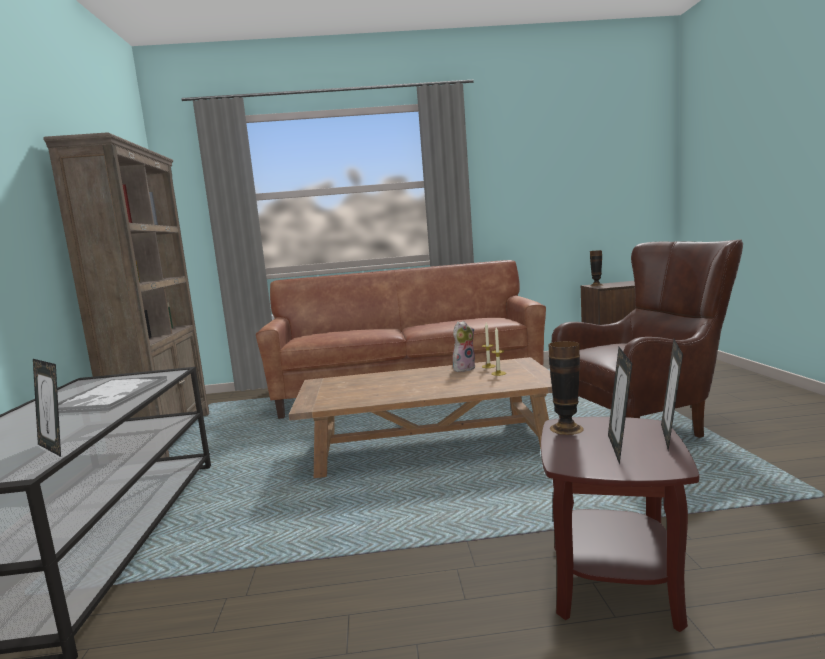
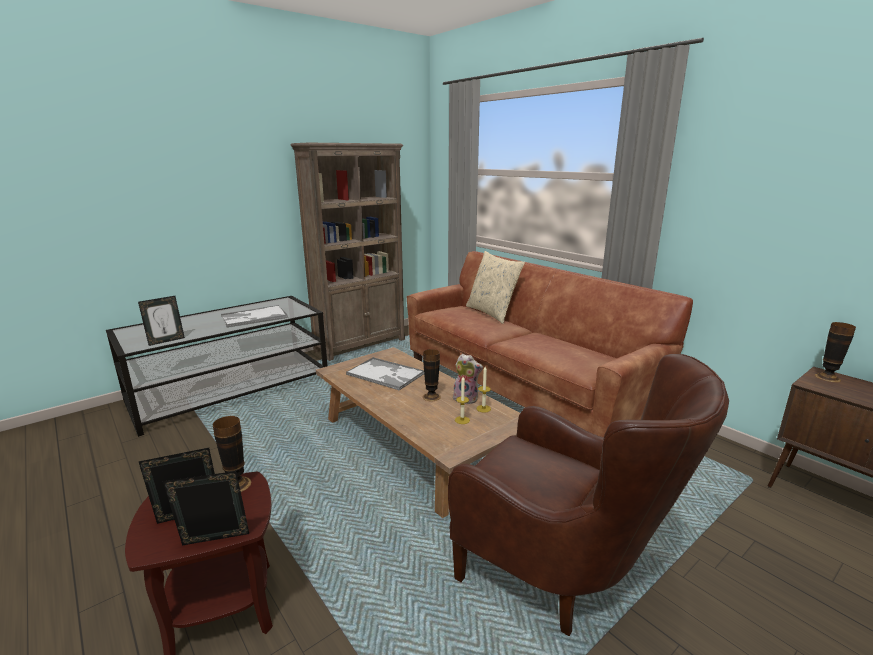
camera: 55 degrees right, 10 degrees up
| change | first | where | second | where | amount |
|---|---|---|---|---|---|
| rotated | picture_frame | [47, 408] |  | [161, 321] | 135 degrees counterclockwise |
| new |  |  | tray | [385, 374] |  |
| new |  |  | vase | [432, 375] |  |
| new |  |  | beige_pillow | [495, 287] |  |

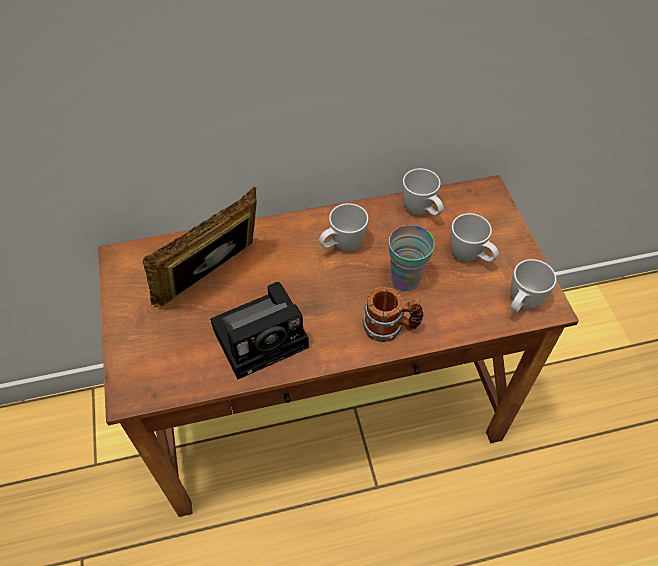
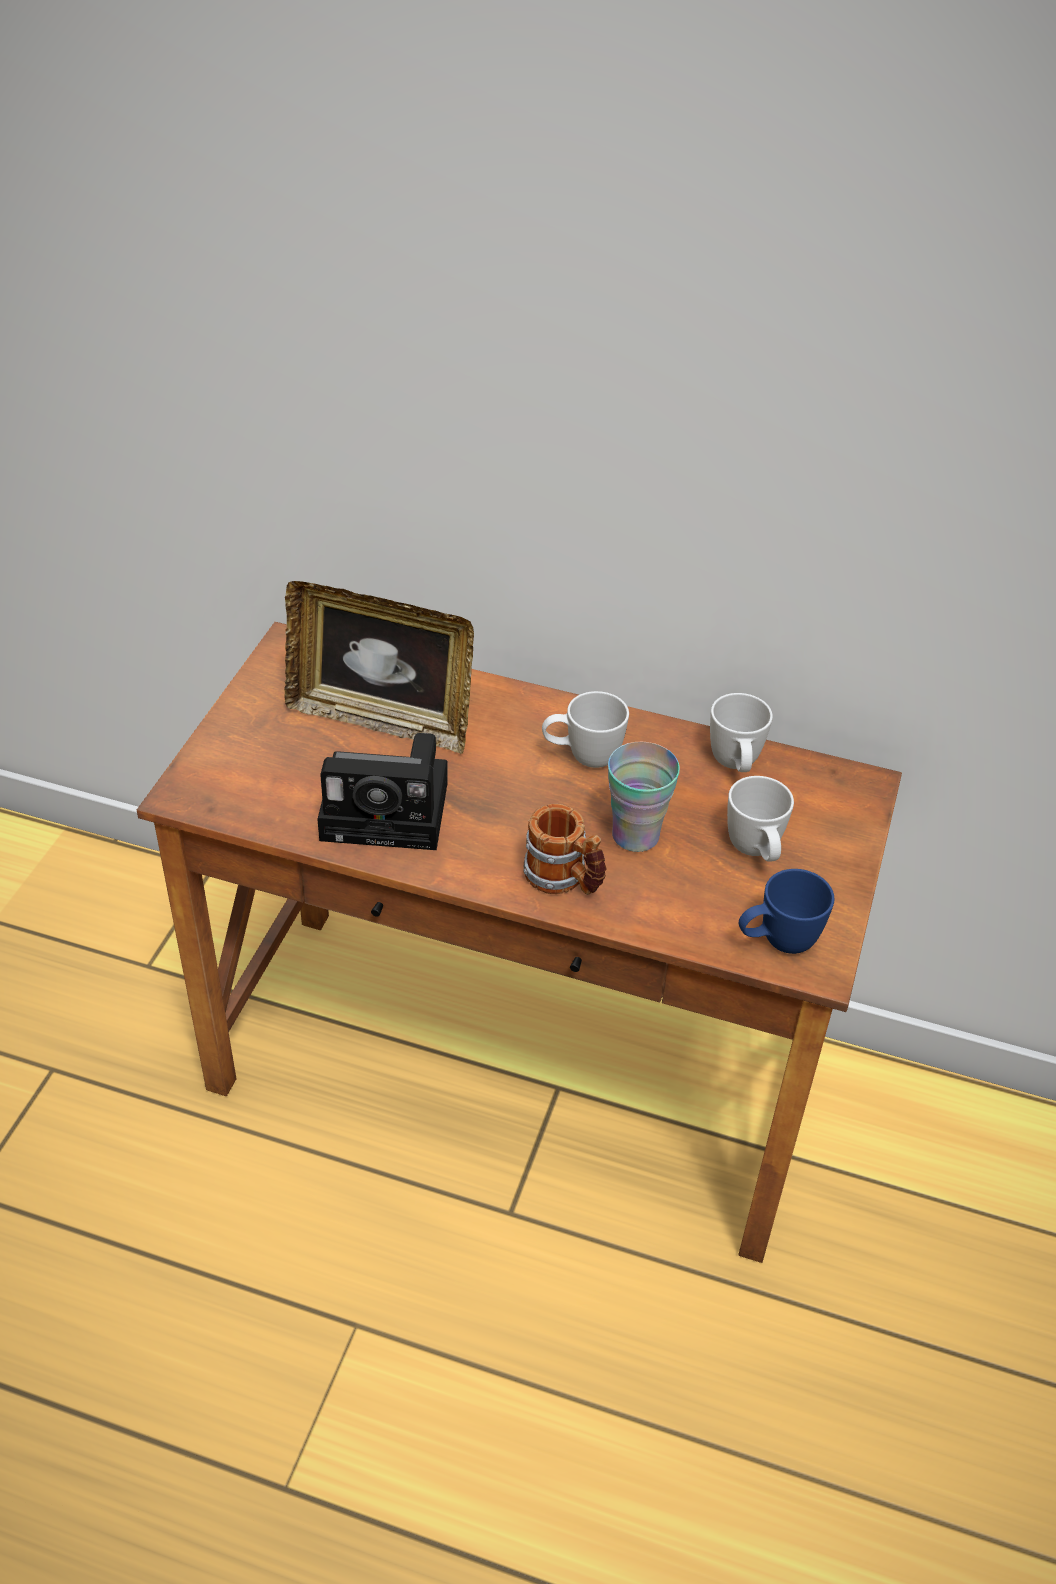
camera: 30 degrees right, 10 degrees down
| change | first | where | second | where | amount |
|---|---|---|---|---|---|
| rotated | picture_frame | [200, 247] |  | [379, 667] | 150 degrees counterclockwise |
| repainted | white_mug | [533, 285] | blue_mug | [786, 911] |  |

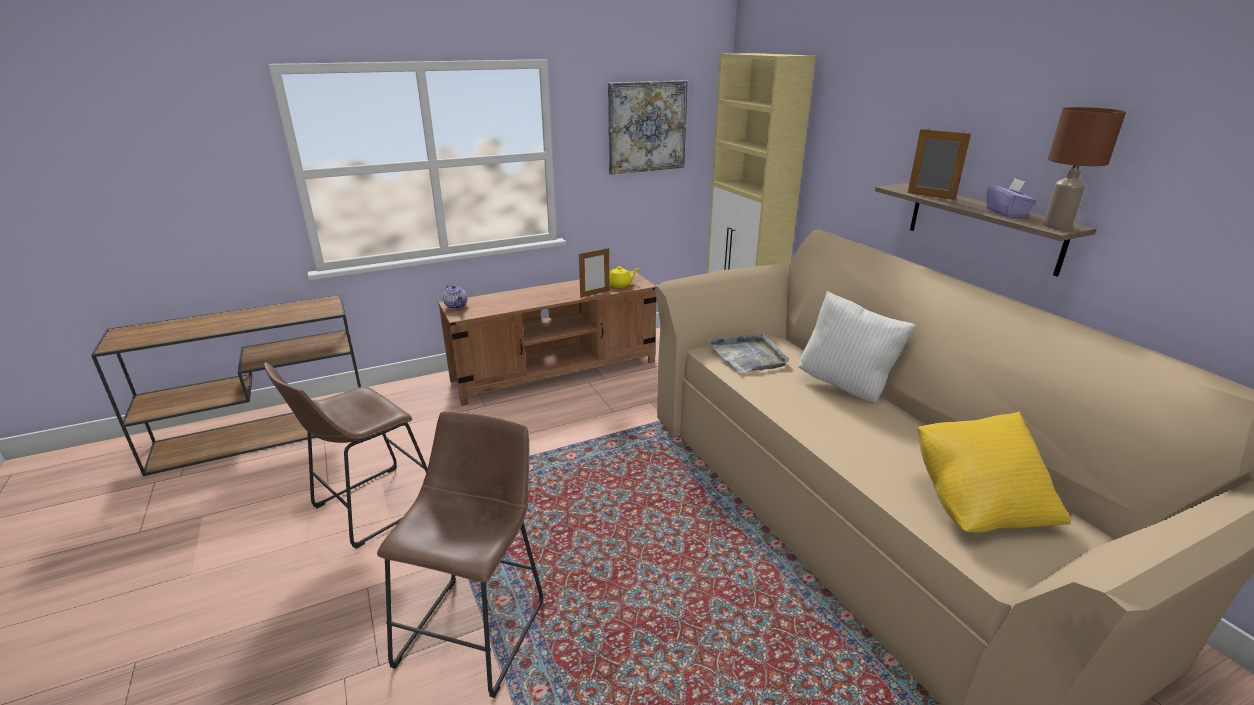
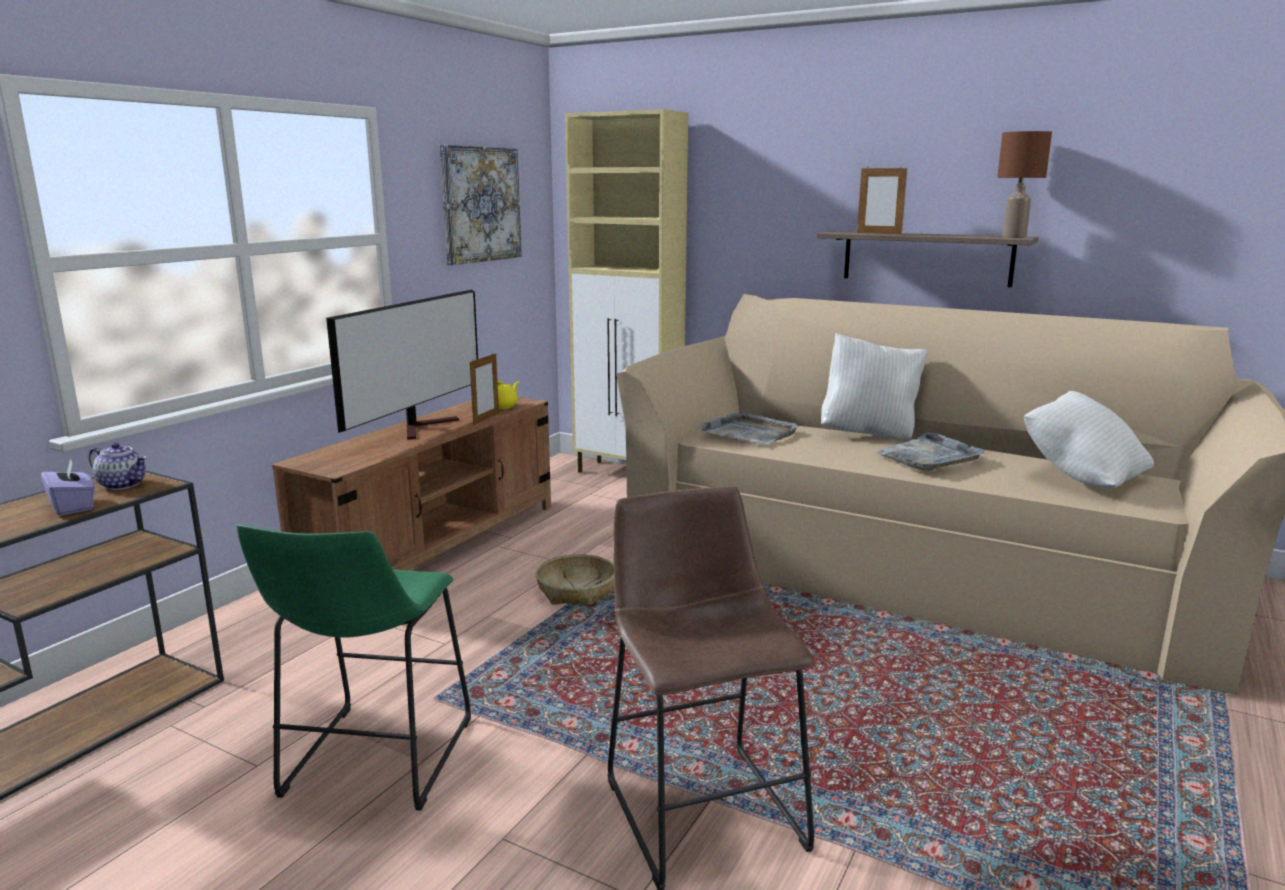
camera: 35 degrees left, 10 degrees down
| change | first | where | second | where | amount |
|---|---|---|---|---|---|
| repainted | brown_stool | [346, 455] | green_stool | [354, 668] |  |
| shifted | teapot | [455, 297] |  | [118, 466] |  |
| rotated | picture_frame | [939, 164] |  | [882, 200] | 150 degrees counterclockwise |
| repainted | yellow_pillow | [994, 472] | white_pillow | [1089, 440] |  |
| shifted | purple_tissue_box | [1011, 197] |  | [68, 487] |  |
| new |  |  | television | [402, 365] |  |
| new |  |  | basket | [574, 579] |  |
| new |  |  | grey_tray | [929, 451] |  |

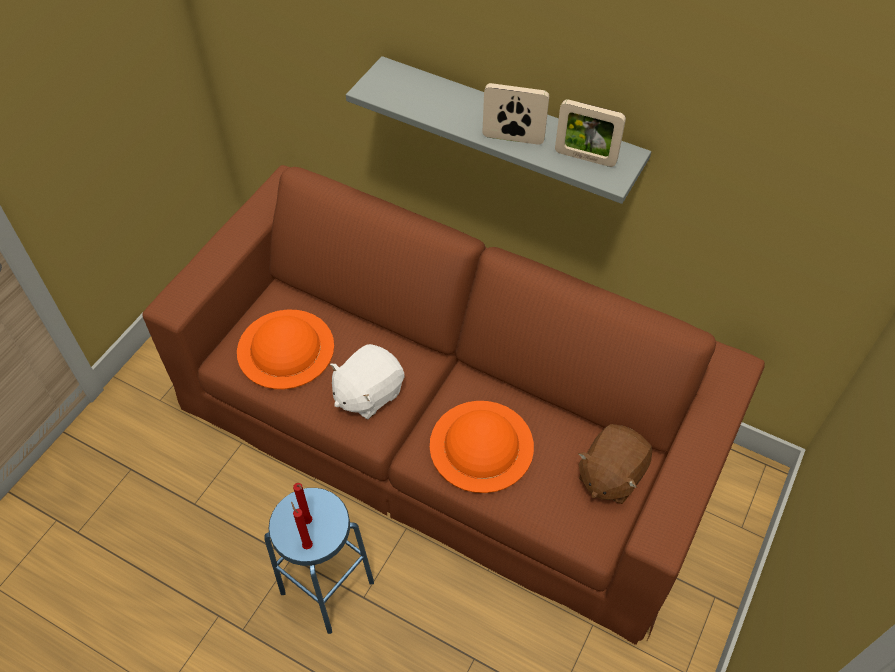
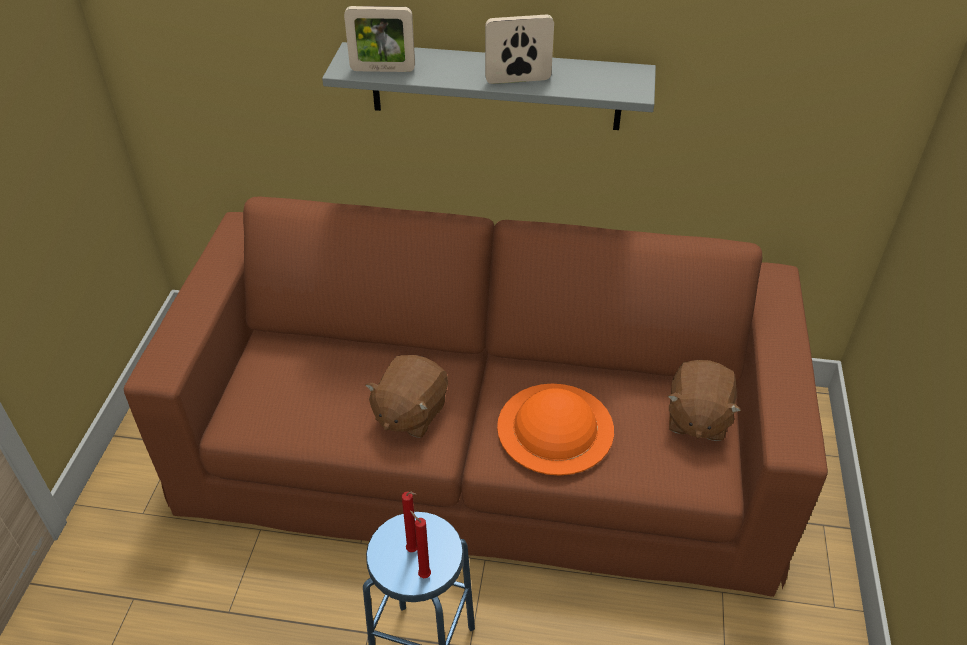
camera: 20 degrees left, 10 degrees down
| change | first | where | second | where | amount |
|---|---|---|---|---|---|
| gone | orange_hat | [285, 349] |  |  |  |
| repainted | white_plush_toy | [367, 381] | brown_plush_toy | [406, 396] |  |
| shifted | picture_frame | [590, 133] |  | [379, 39] |  |

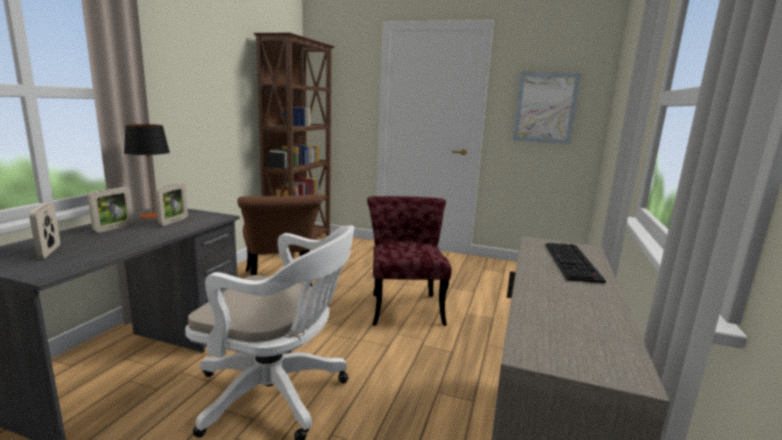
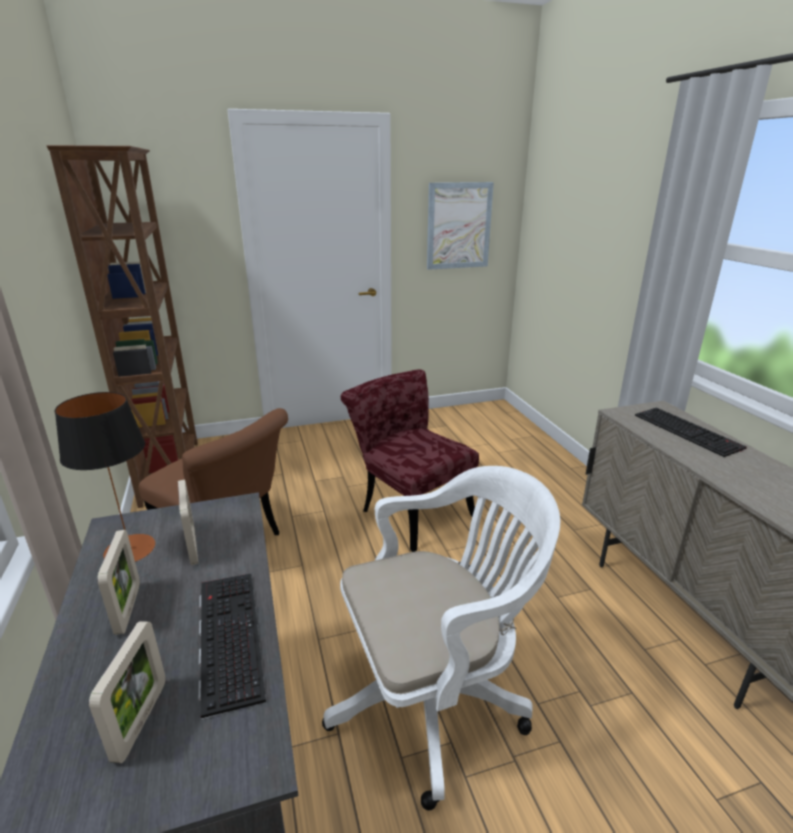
camera: 35 degrees left, 10 degrees up
| change | first | where | second | where | amount |
|---|---|---|---|---|---|
| rotated | picture_frame | [44, 230] |  | [127, 692] | 120 degrees counterclockwise |
| new |  |  | keyboard | [232, 647] |  |

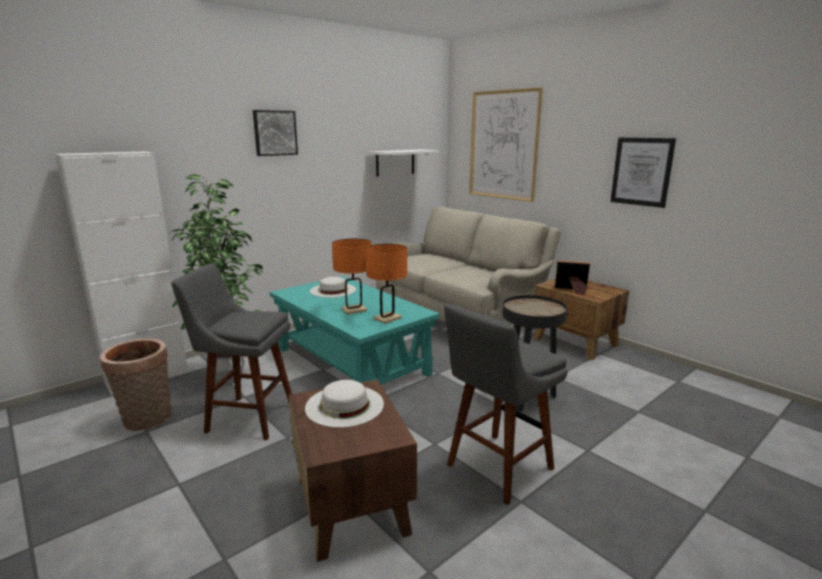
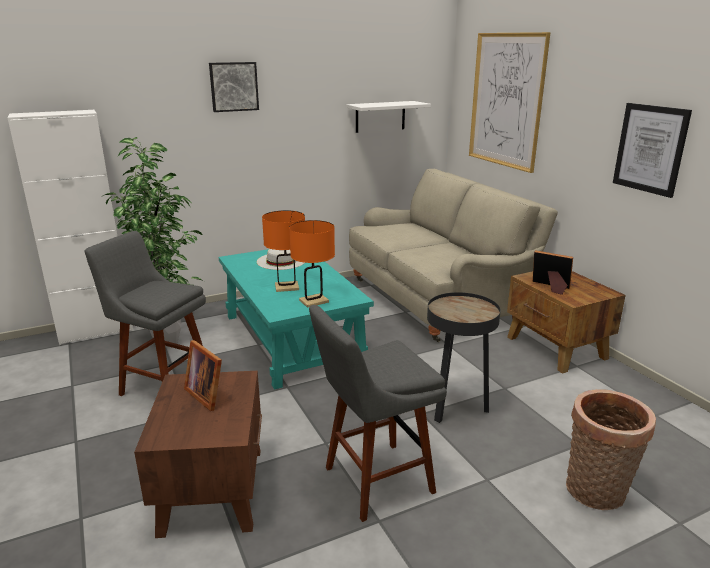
camera: 15 degrees right, 5 degrees up
| change | first | where | second | where | amount |
|---|---|---|---|---|---|
| shifted | basket | [136, 385] |  | [611, 449] |  |
| swapped | white_hat | [344, 404] | picture_frame | [203, 375] |  |

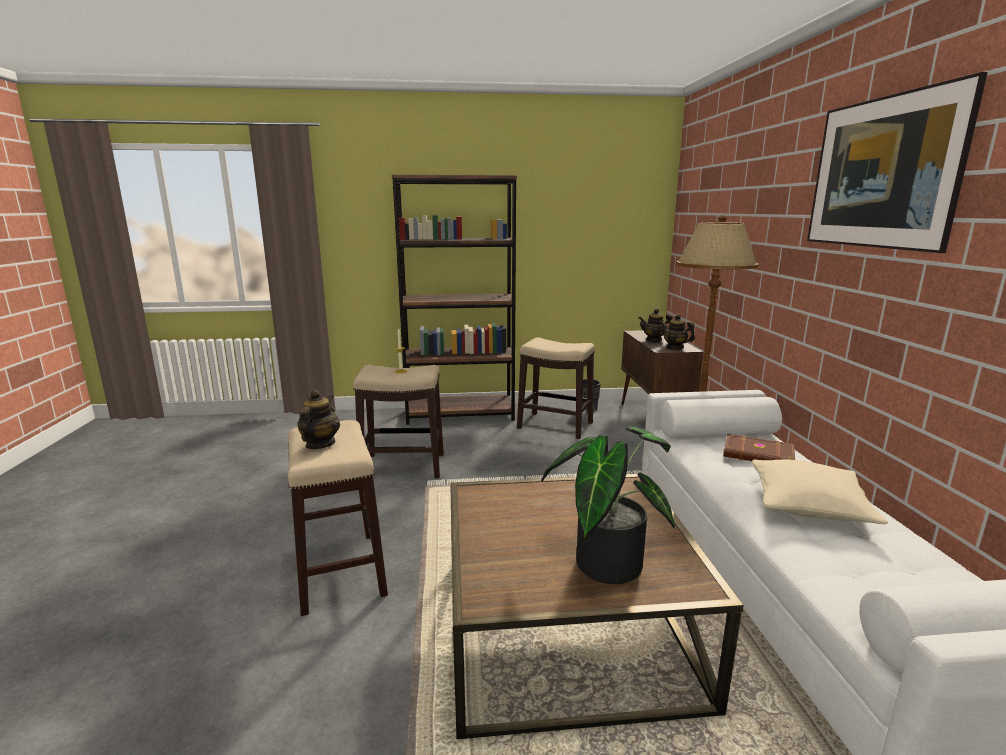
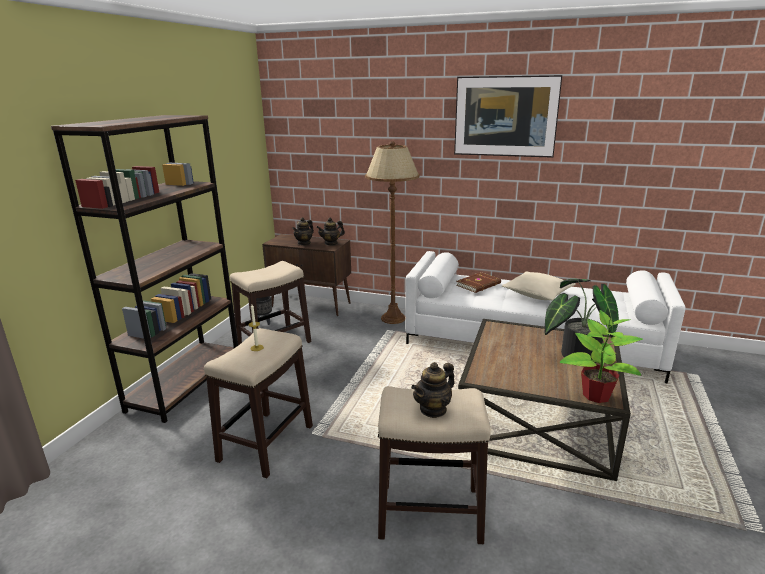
camera: 65 degrees left, 5 degrees up
| change | first | where | second | where | amount |
|---|---|---|---|---|---|
| rotated | teapot | [318, 419] |  | [433, 390] | 75 degrees counterclockwise |
| new |  |  | potted_plant | [601, 356] |  |

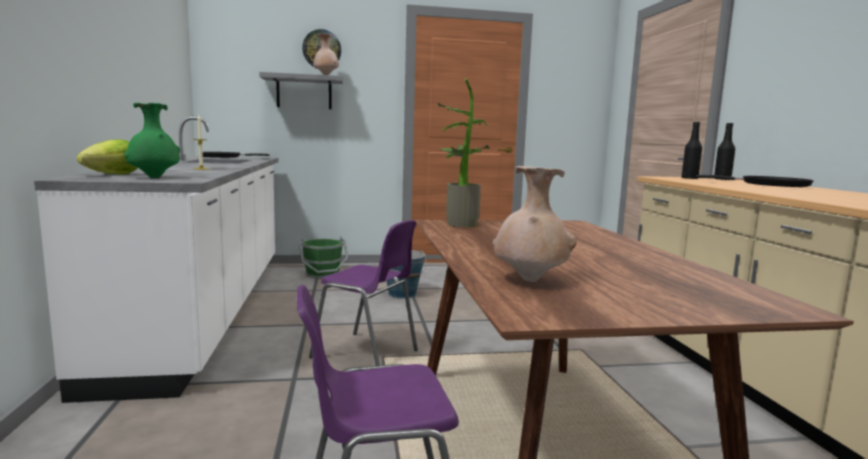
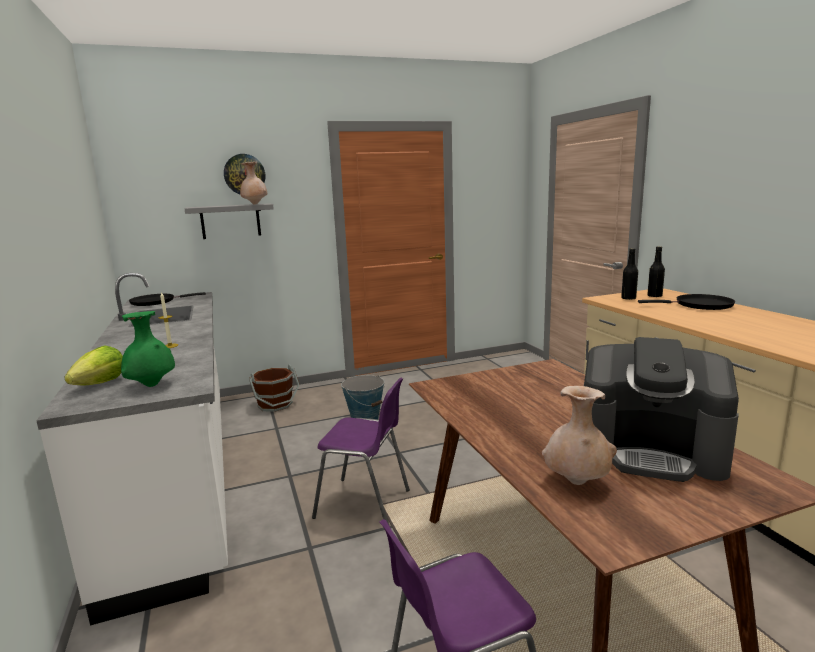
camera: 10 degrees left, 5 degrees up
| change | first | where | second | where | amount |
|---|---|---|---|---|---|
| repainted | green_bucket | [323, 257] | brown_bucket | [274, 388] |  |
| gone | potted_plant | [464, 152] |  |  |  |
| new |  |  | coffee_machine | [661, 409] |  |

